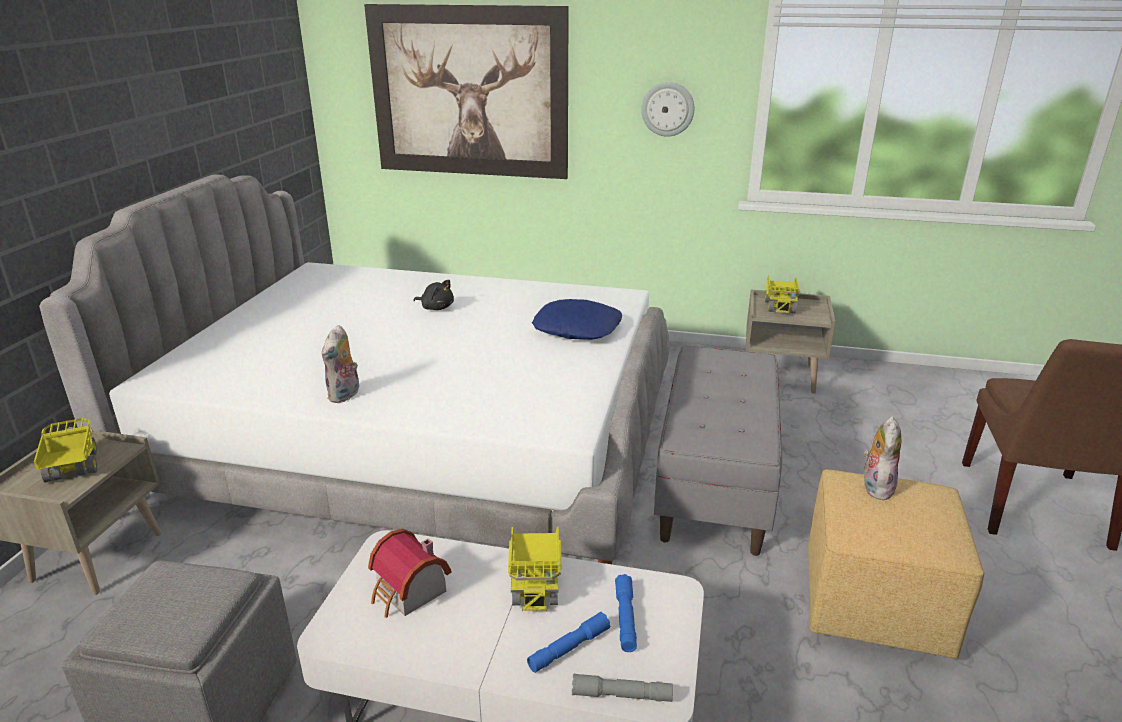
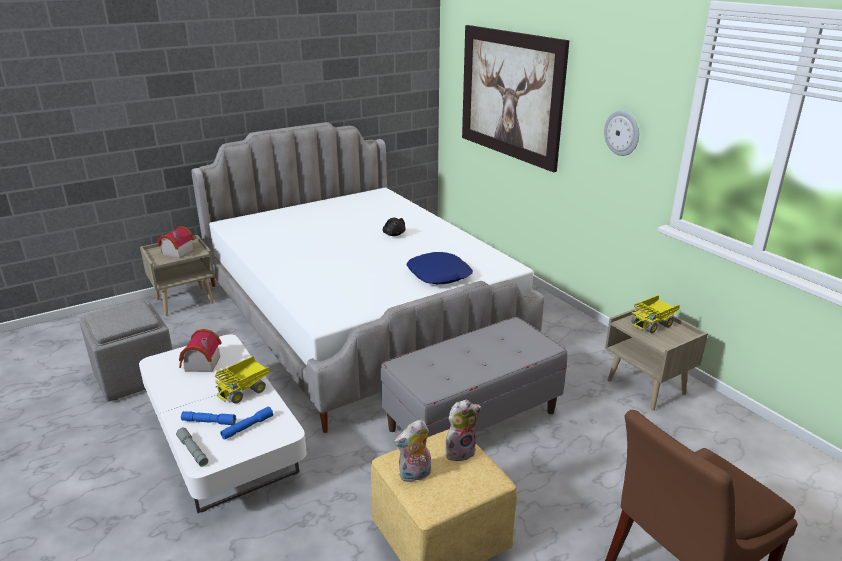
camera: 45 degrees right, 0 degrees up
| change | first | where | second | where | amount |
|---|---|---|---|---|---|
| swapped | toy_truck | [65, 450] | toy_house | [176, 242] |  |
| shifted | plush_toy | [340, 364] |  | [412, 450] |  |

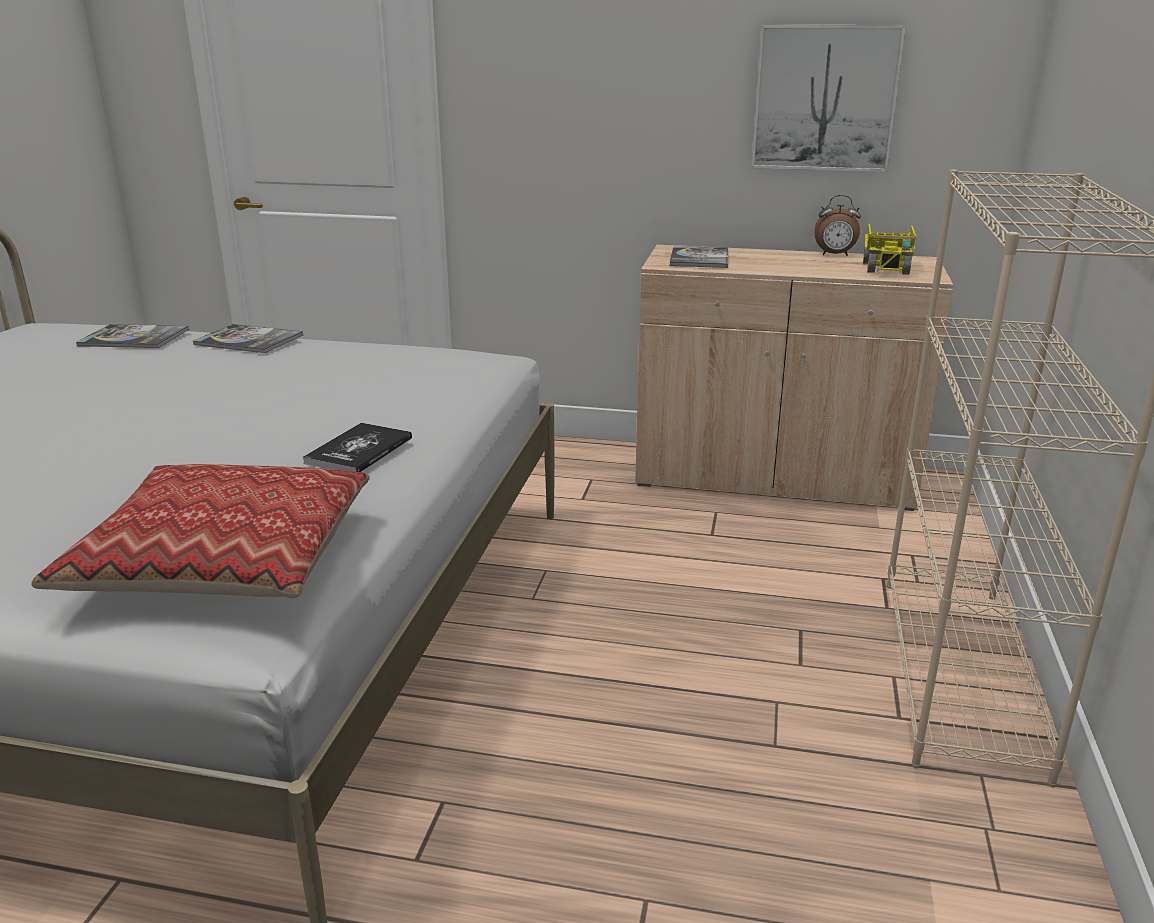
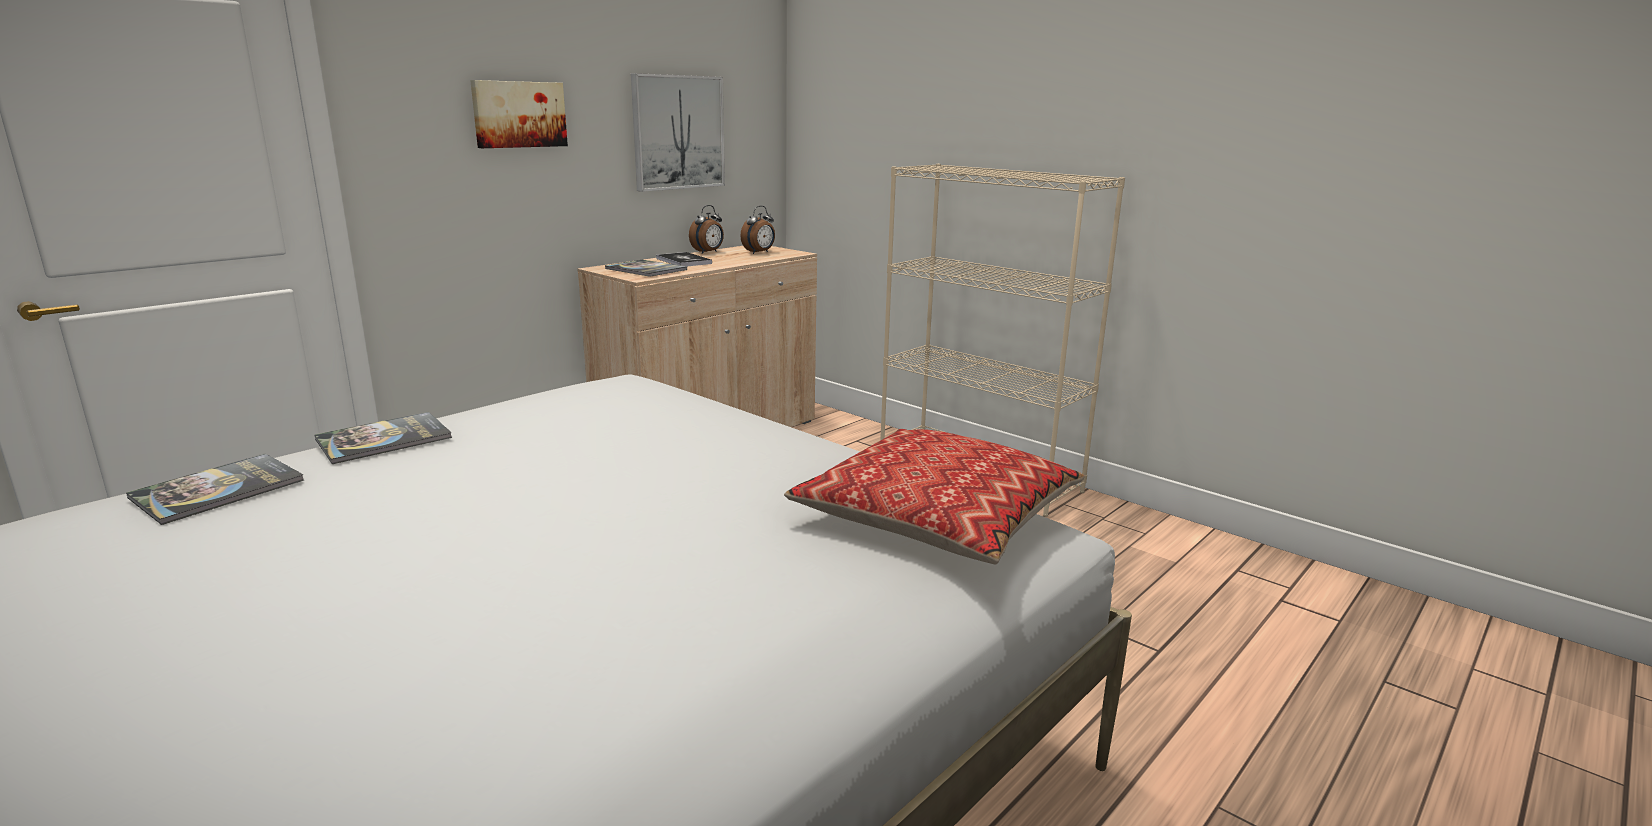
camera: 60 degrees left, 5 degrees down
| change | first | where | second | where | amount |
|---|---|---|---|---|---|
| shifted | book | [357, 447] |  | [684, 259] |  |
| swapped | toy_truck | [890, 249] | alarm_clock | [758, 230] |  |
| new |  |  | picture | [519, 114] |  |

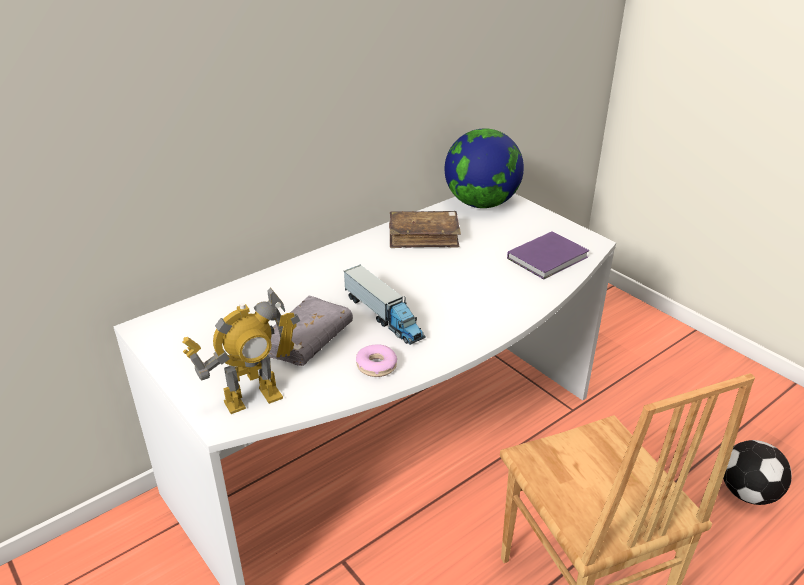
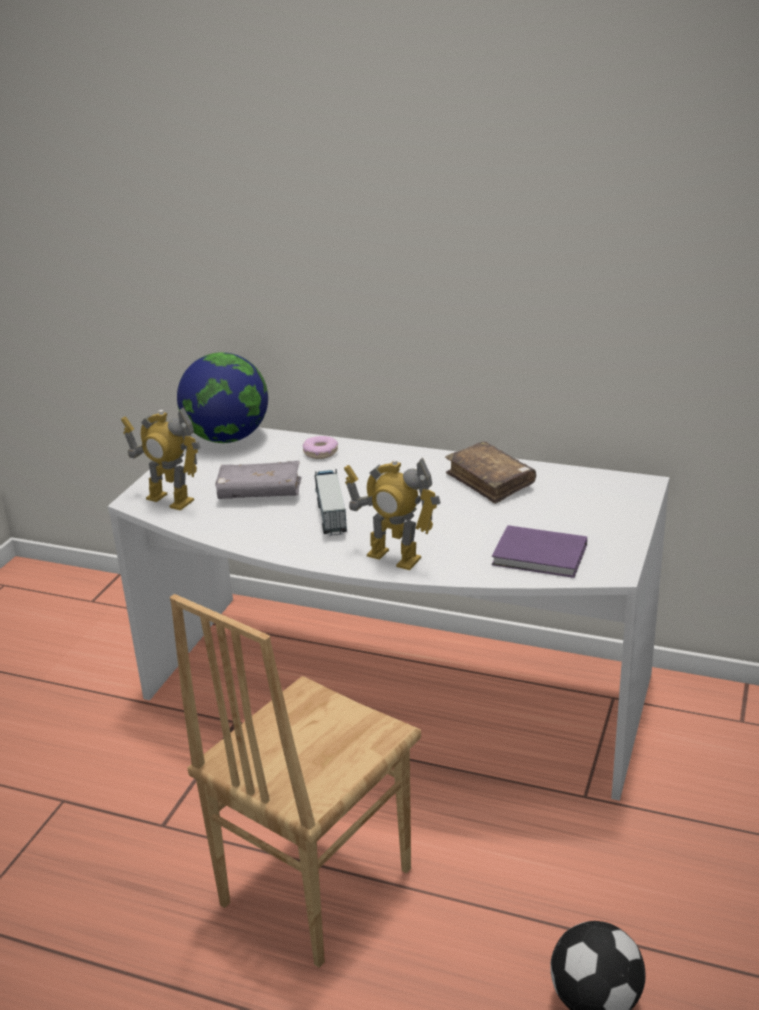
camera: 60 degrees right, 5 degrees down
| change | first | where | second | where | amount |
|---|---|---|---|---|---|
| rotated | toy_truck | [384, 305] |  | [331, 502] | 150 degrees clockwise |
| shifted | donut | [376, 360] |  | [320, 447] |  |
| shifted | globe | [484, 168] |  | [222, 397] |  |
| new |  |  | toy_robot | [392, 513] |  |

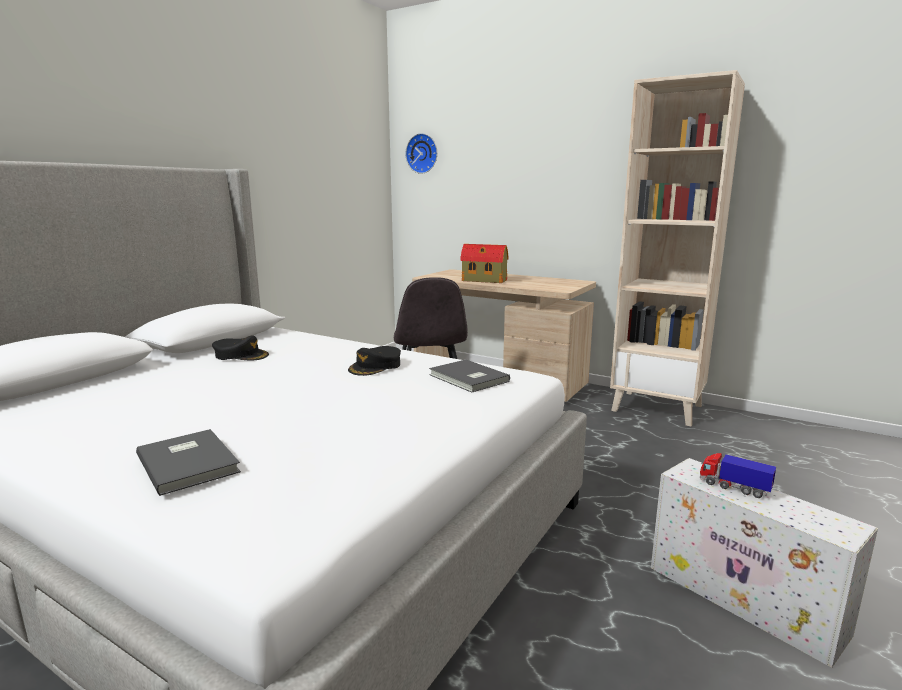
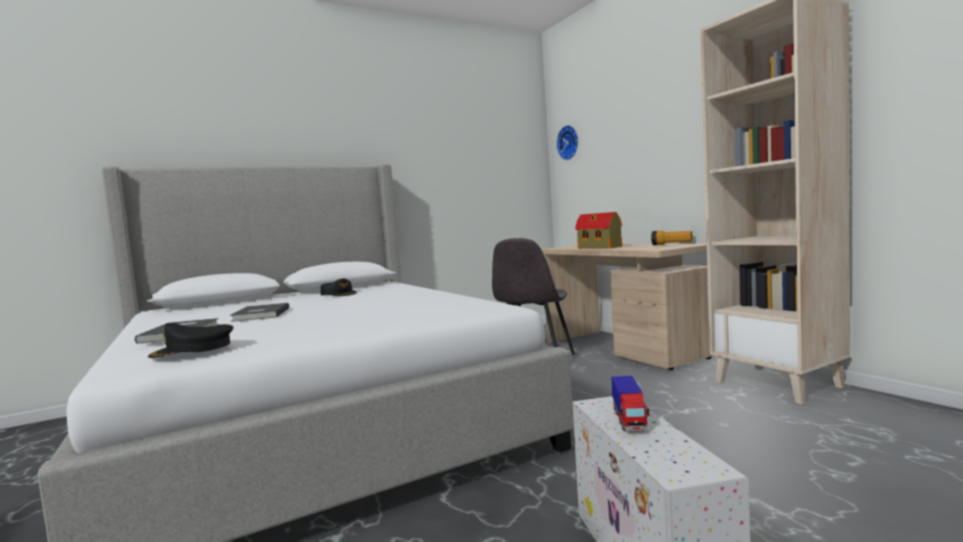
camera: 30 degrees right, 10 degrees down
| change | first | where | second | where | amount |
|---|---|---|---|---|---|
| shifted | black_cap | [374, 361] |  | [190, 340] |  |
| shifted | grey_book | [469, 376] |  | [259, 312] |  |
| rotated | toy_truck | [738, 475] |  | [630, 403] | 150 degrees counterclockwise |
| new |  |  | flashlight | [672, 238] |  |

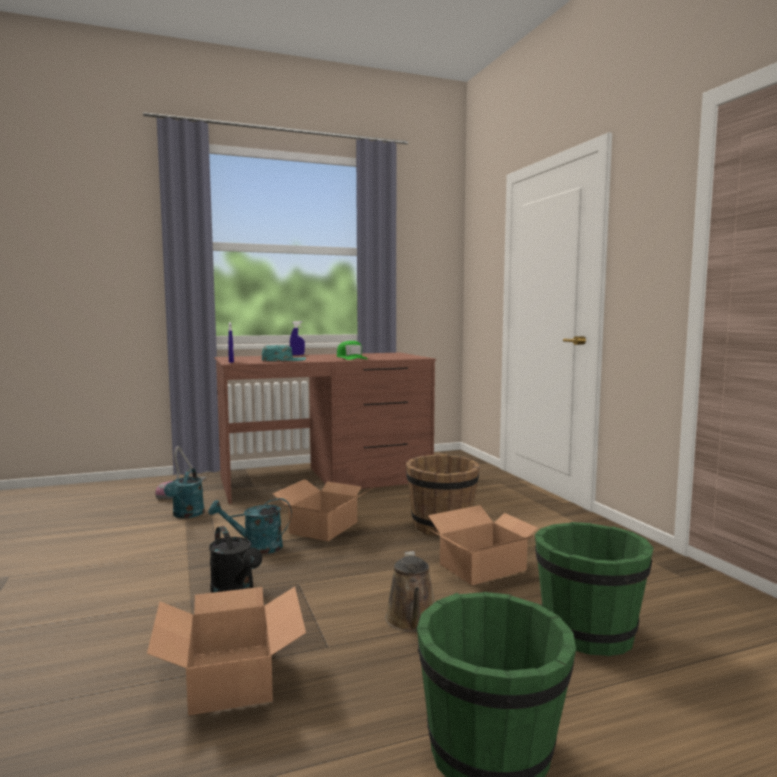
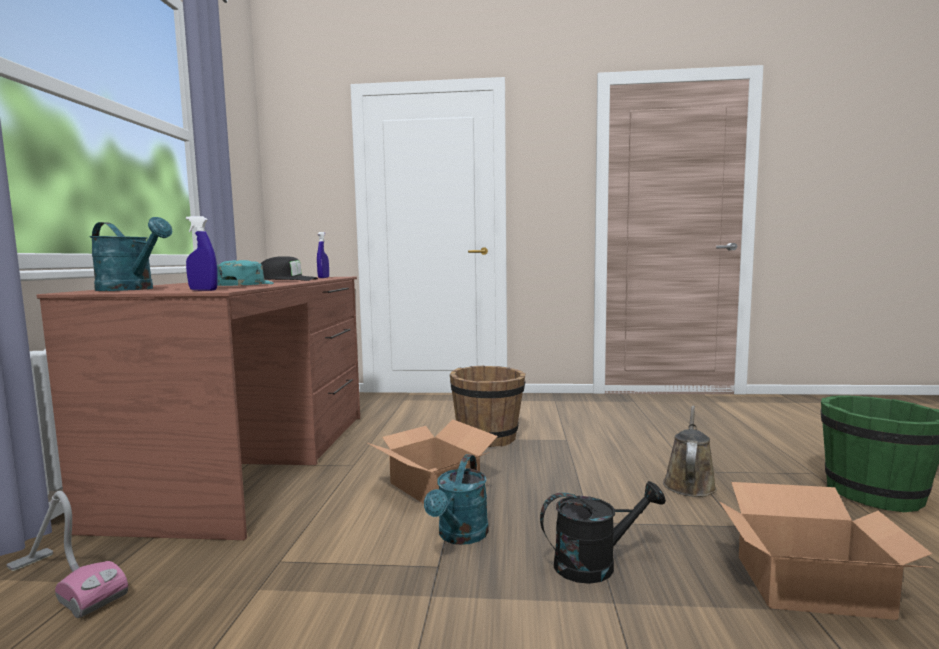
camera: 65 degrees left, 0 degrees up
| change | first | where | second | where | amount |
|---|---|---|---|---|---|
| shifted | turquoise_watering_can | [184, 493] |  | [131, 254] |  |
| shifted | blue_spray_bottle | [297, 338] |  | [323, 255] |  |
| repainted | green_cap | [352, 350] | black_cap | [289, 268] |  |
| rotated | brown_watering_can | [410, 591] |  | [690, 451] | 90 degrees counterclockwise |
| gone | cardboard_box | [482, 545] |  |  |  |
| gone | green_bucket | [594, 589] |  |  |  |

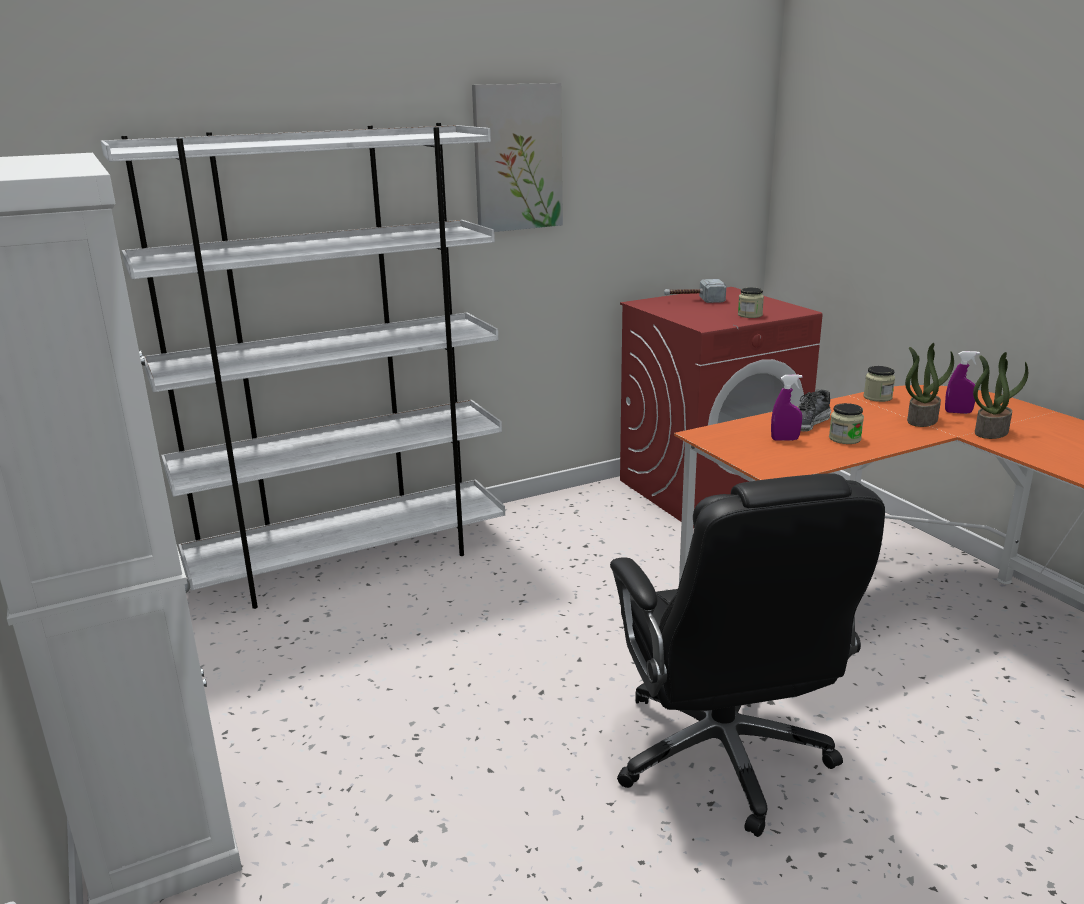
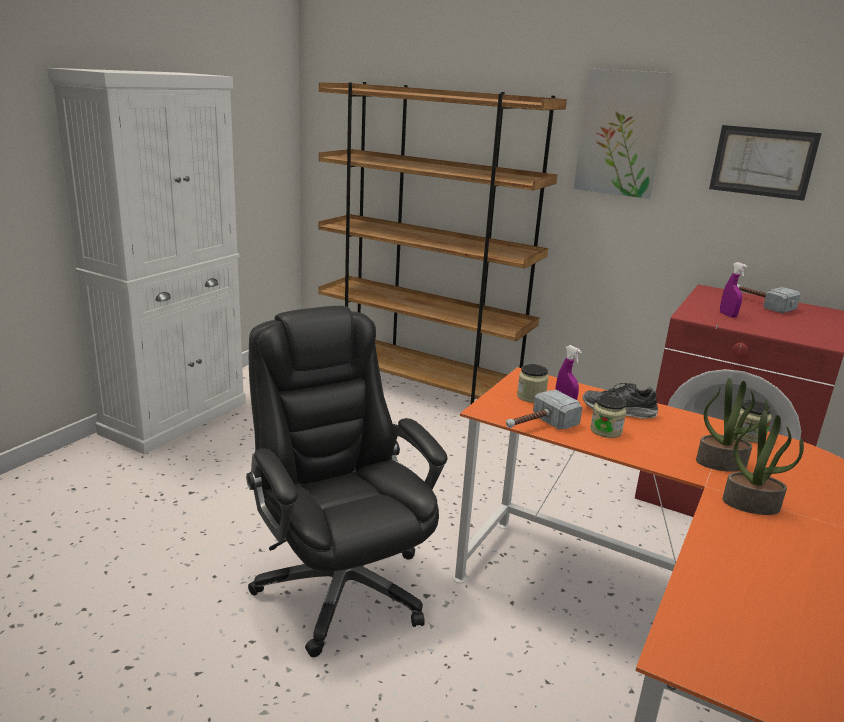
camera: 55 degrees right, 0 degrees up
| change | first | where | second | where | amount |
|---|---|---|---|---|---|
| repainted | white_bookcase | [303, 366] | brown_bookcase | [443, 243] |  |
| rotated | black_office_chair | [747, 655] |  | [346, 481] | 105 degrees clockwise |
| shifted | jar | [751, 302] |  | [533, 383] |  |
| shifted | purple_spray_bottle | [962, 382] |  | [733, 290] |  |
| new |  |  | hammer | [544, 409] |  |
| new |  |  | picture | [765, 163] |  |

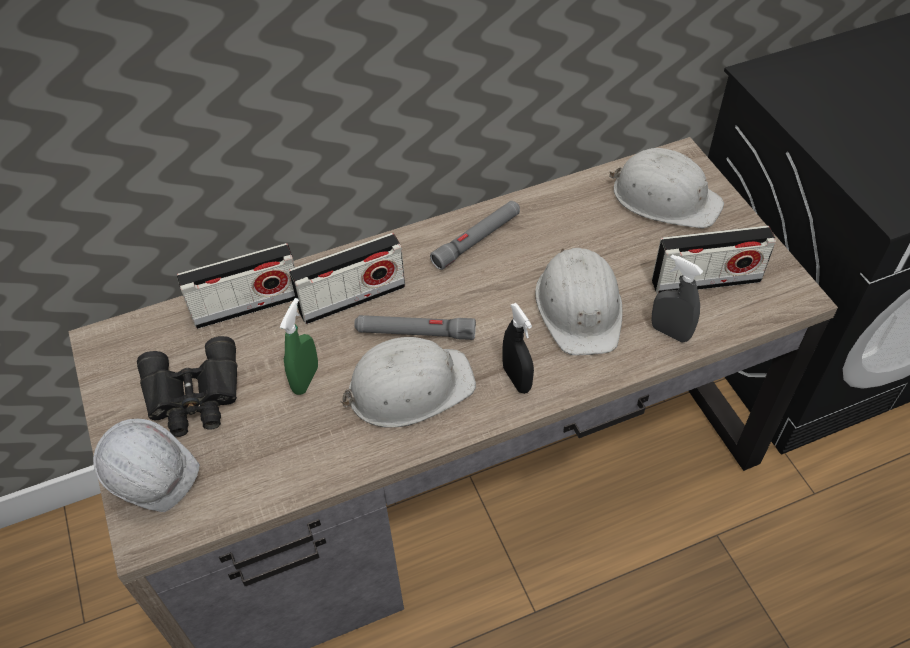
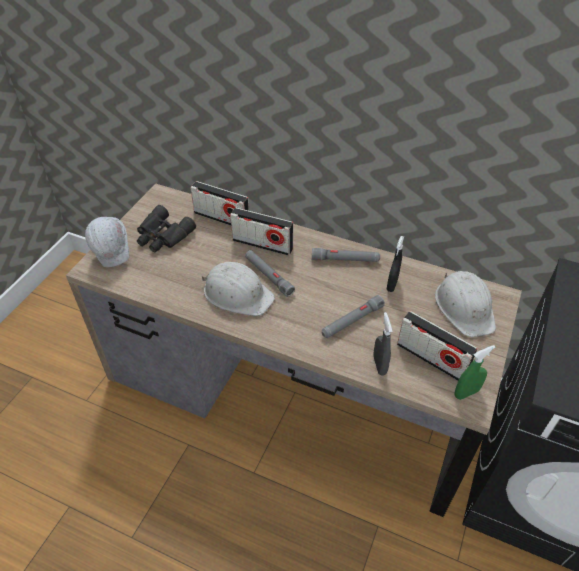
camera: 45 degrees right, 5 degrees down
| change | first | where | second | where | amount |
|---|---|---|---|---|---|
| shifted | green_spray_bottle | [299, 346] |  | [474, 372] |  |
| shifted | black_spray_bottle | [518, 348] |  | [395, 264] |  |
| swapped | white_hard_hat | [579, 301] | grey_flashlight | [353, 316] |  |

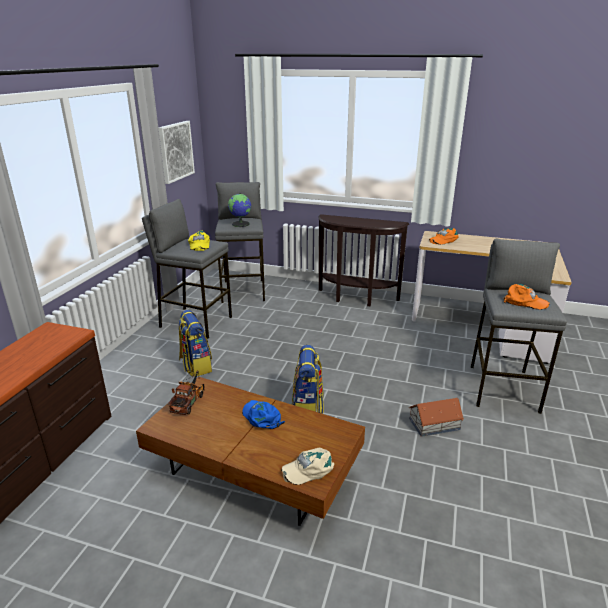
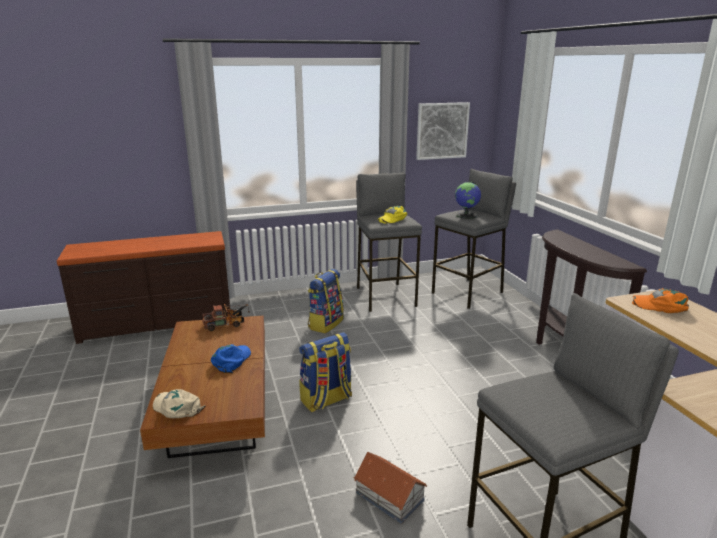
camera: 55 degrees right, 5 degrees down
| change | first | where | second | where | amount |
|---|---|---|---|---|---|
| gone | orange_cap | [527, 297] |  |  |  |

